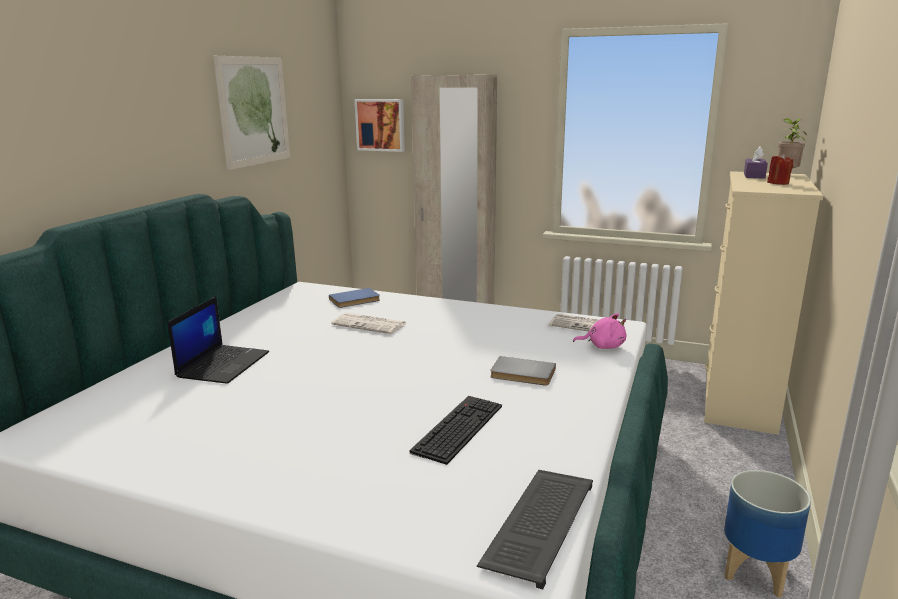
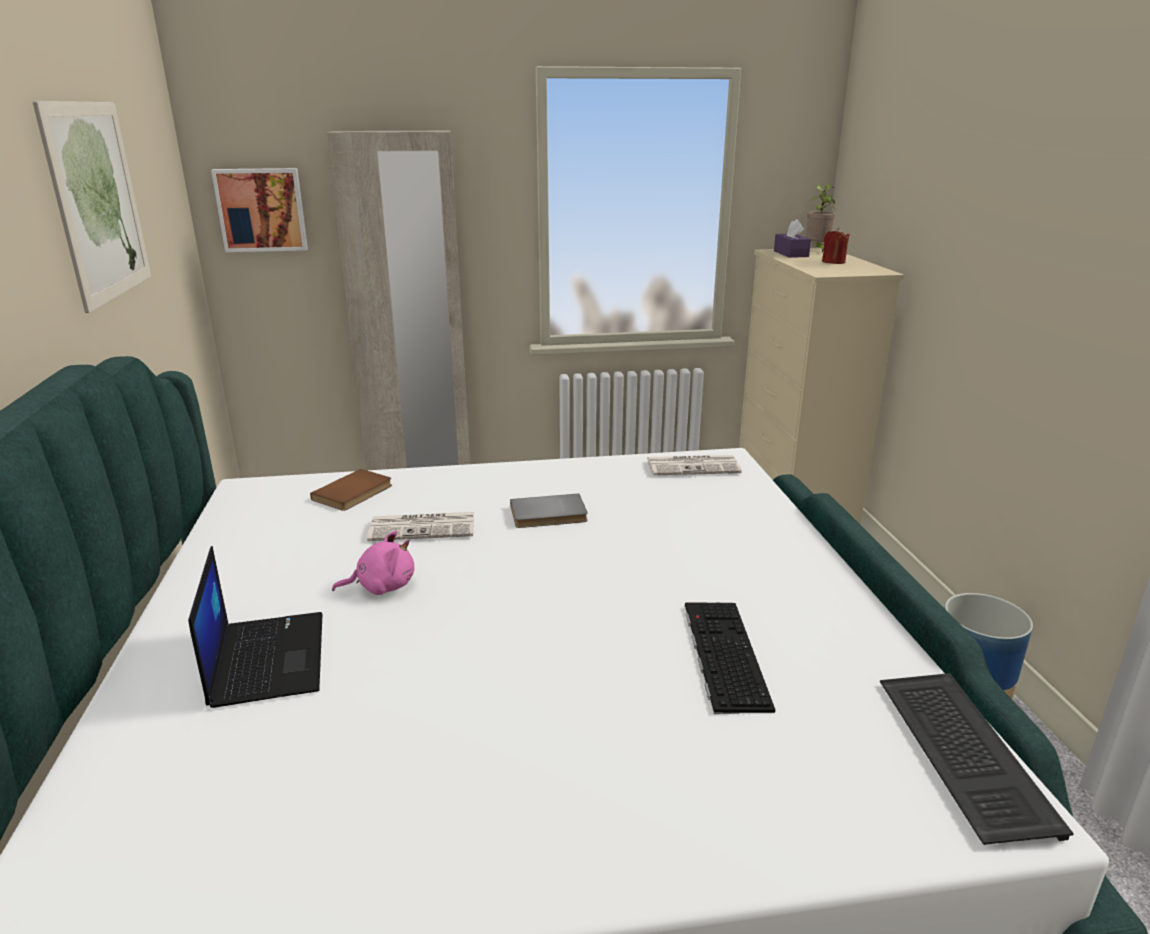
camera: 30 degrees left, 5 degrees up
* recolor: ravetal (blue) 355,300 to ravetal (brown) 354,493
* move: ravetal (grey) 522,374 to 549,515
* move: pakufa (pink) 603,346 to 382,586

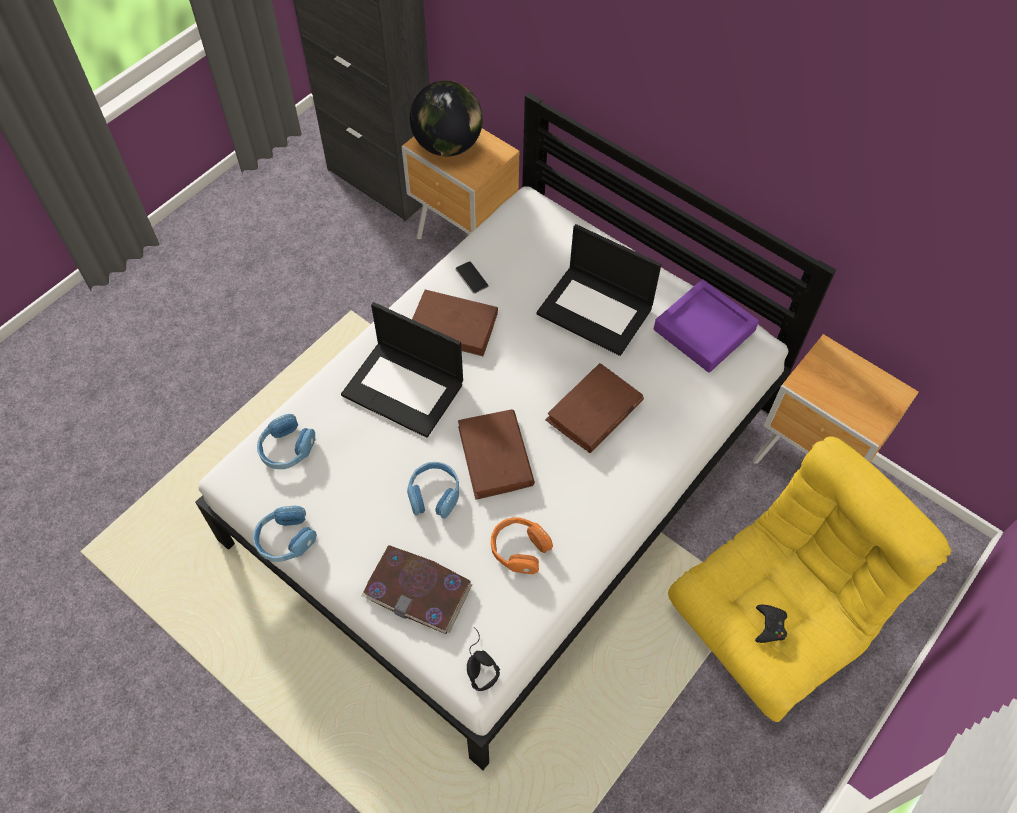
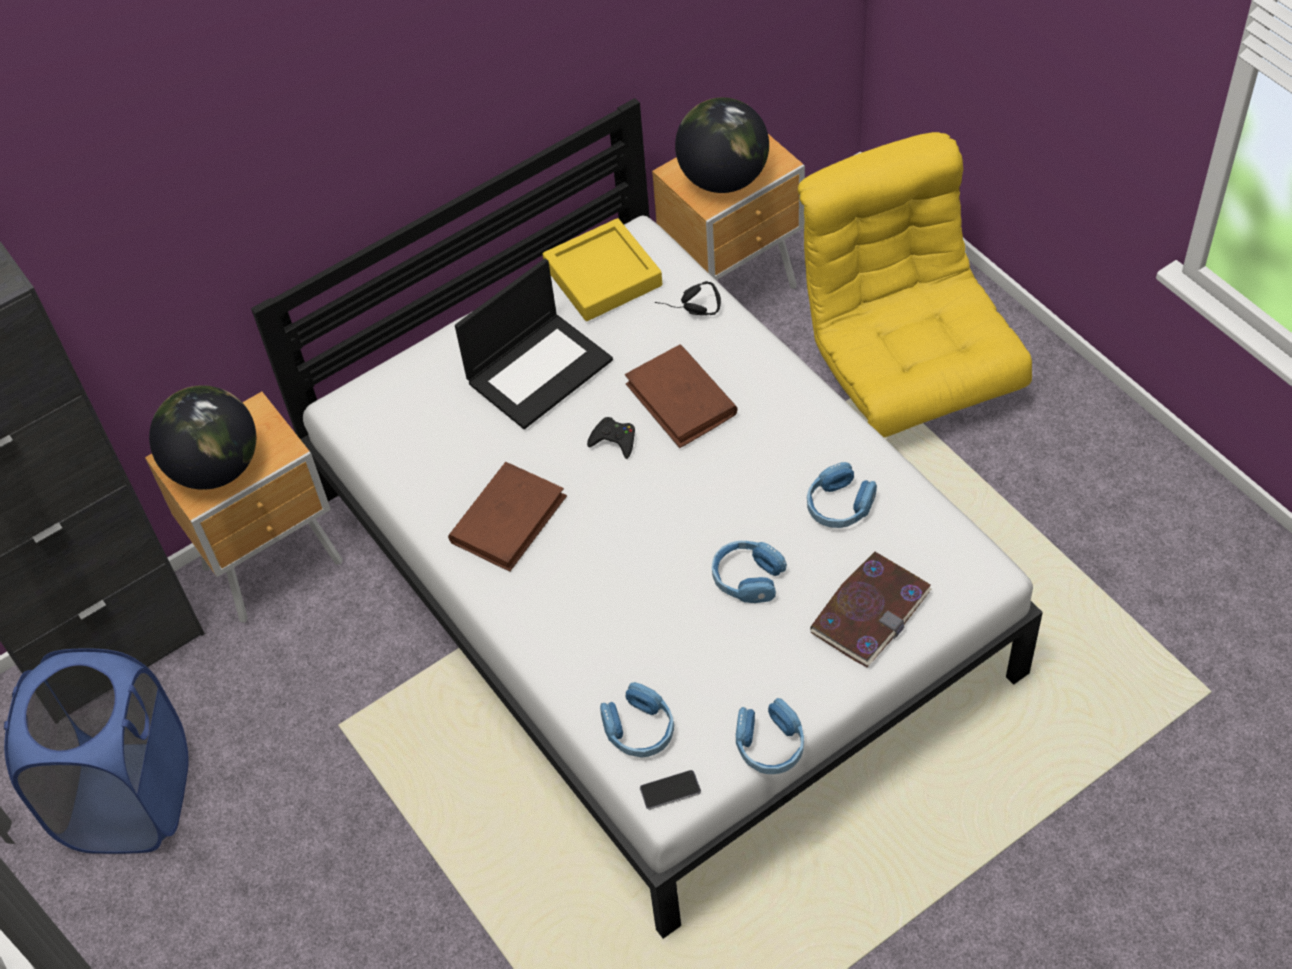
camera: 70 degrees left, 5 degrees down
* delete: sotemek 404,389
* move: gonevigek 471,278 to 670,790
* delete: ravetal (brown) 495,456
* move: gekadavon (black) 476,662 to 689,311
* recolor: gekadavon (orange) 519,549 to gekadavon (blue) 839,505
* recolor: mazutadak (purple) 704,330 to mazutadak (yellow) 603,276
* move: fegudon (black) 770,626 to 614,440
* insert: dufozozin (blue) 129,798
* insert: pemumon 723,179

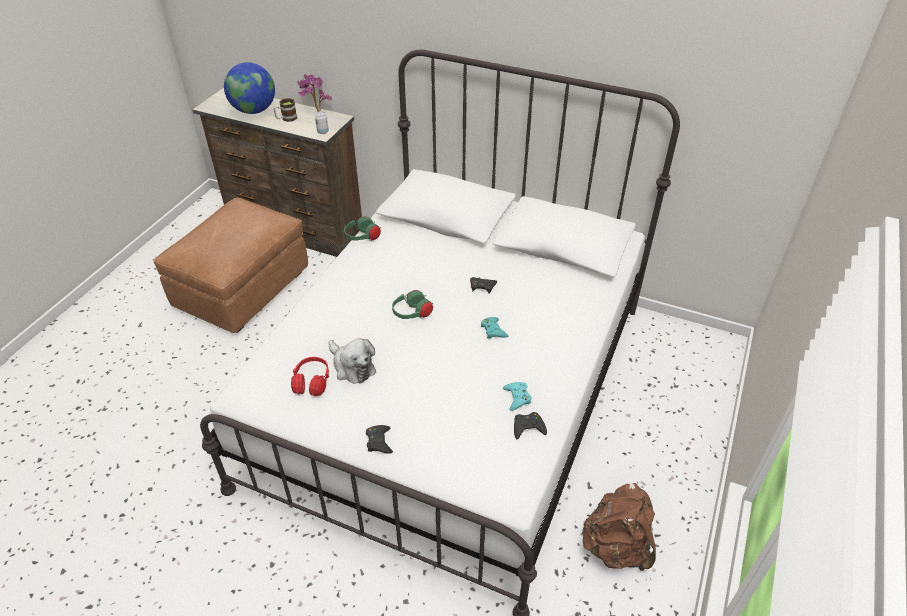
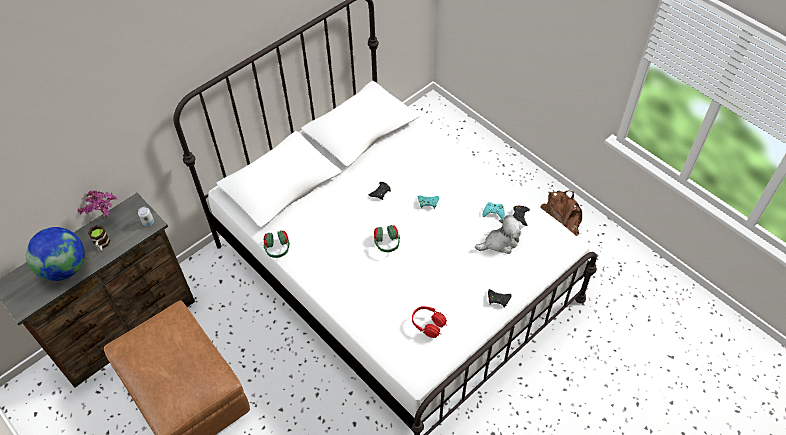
camera: 65 degrees left, 10 degrees up
* move: pakufa 352,366 to 500,242

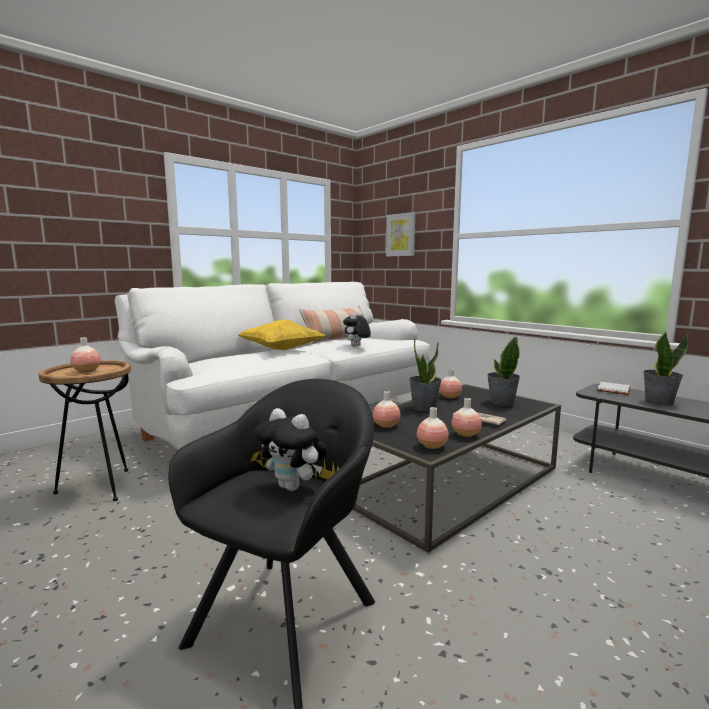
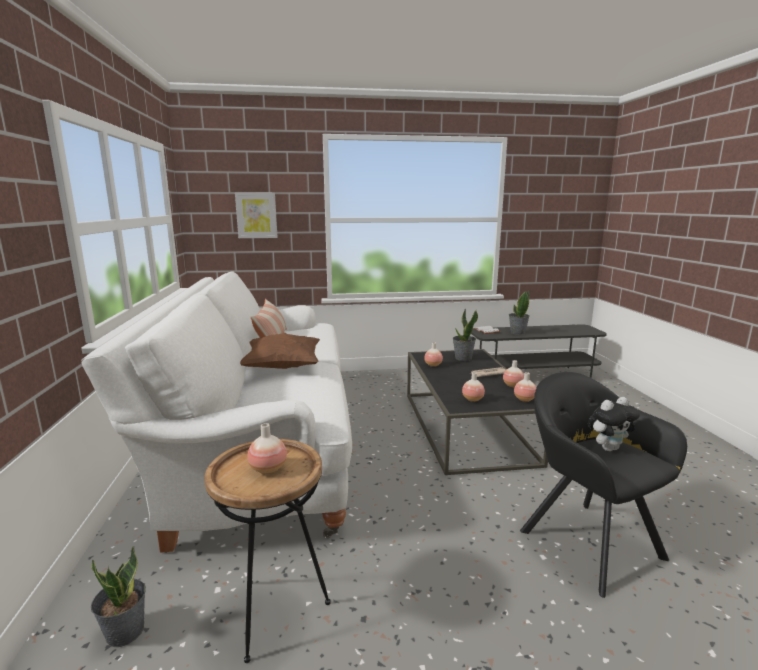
camera: 55 degrees left, 5 degrees up
* recolor: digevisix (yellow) 281,350 to digevisix (brown) 283,367
* delete: pakufa 356,346
* move: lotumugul 424,407 to 125,631

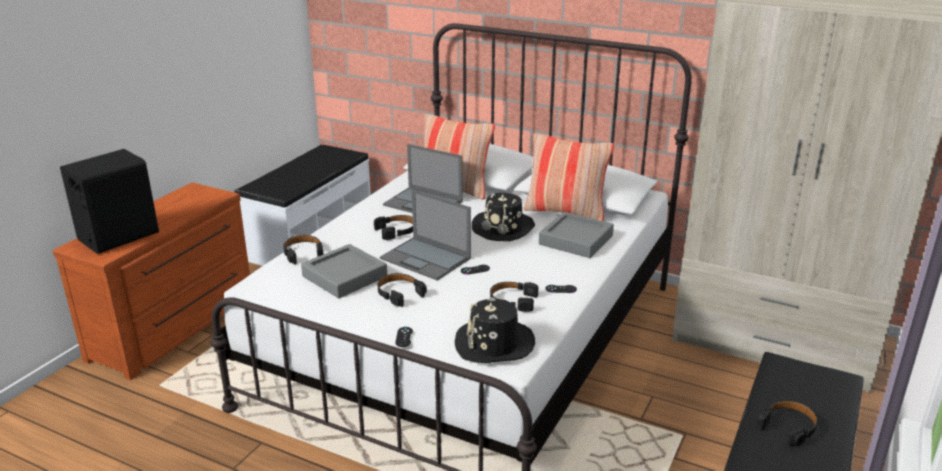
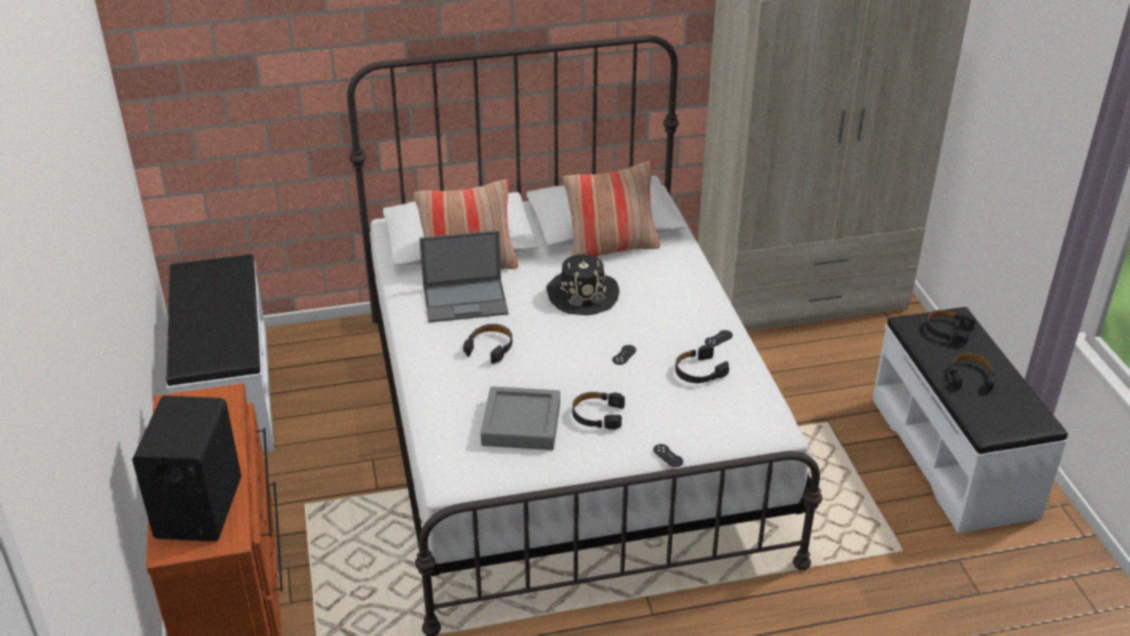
camera: 40 degrees left, 10 degrees up
* move: gekadavon (black) 303,253 to 947,330
* delete: sotemek 426,259
* delete: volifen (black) 494,344
* delete: mazutadak (grey) 576,240

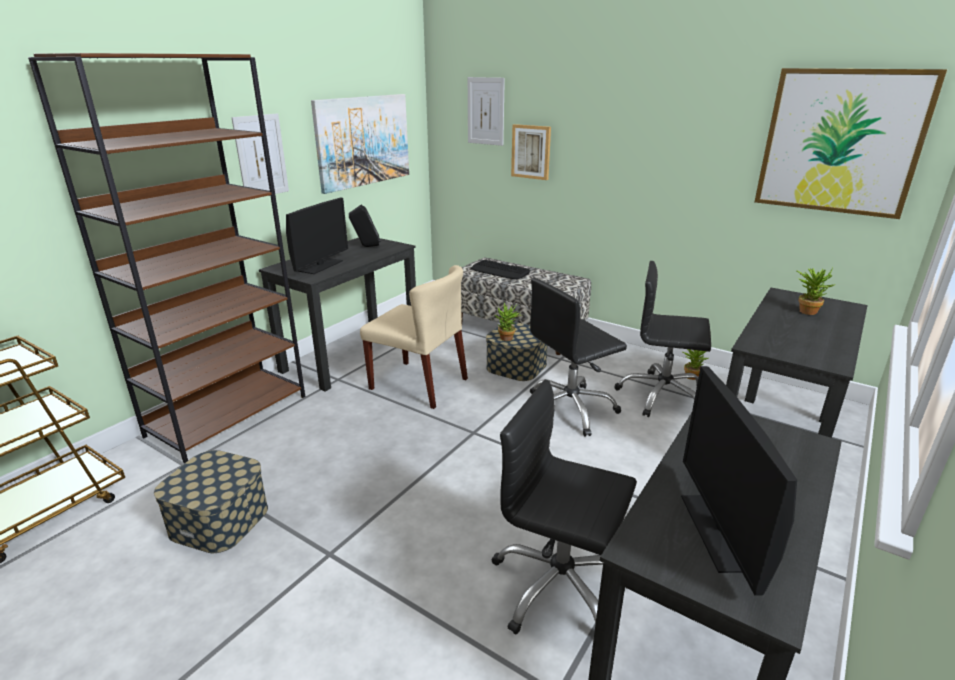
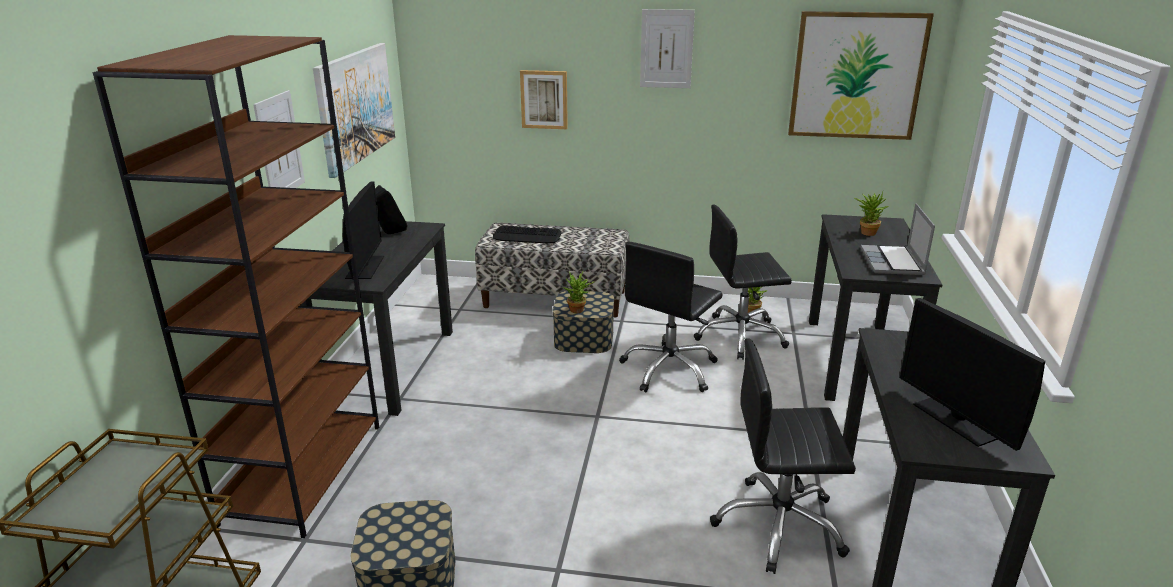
camera: 25 degrees left, 0 degrees up
* delete: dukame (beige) 419,384
* move: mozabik 485,111 to 666,49
* insert: sotemek 893,262

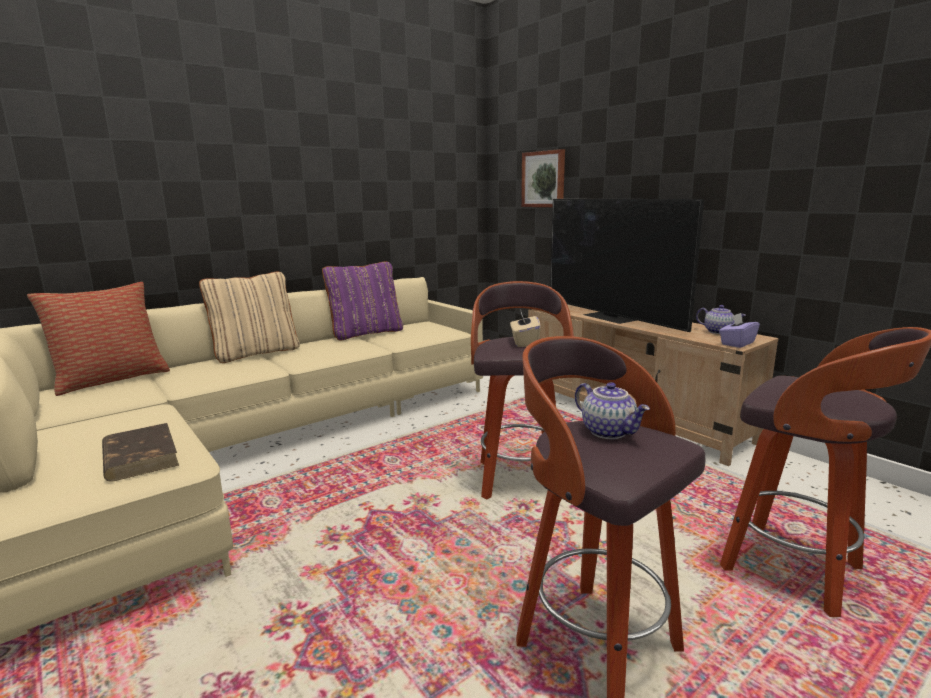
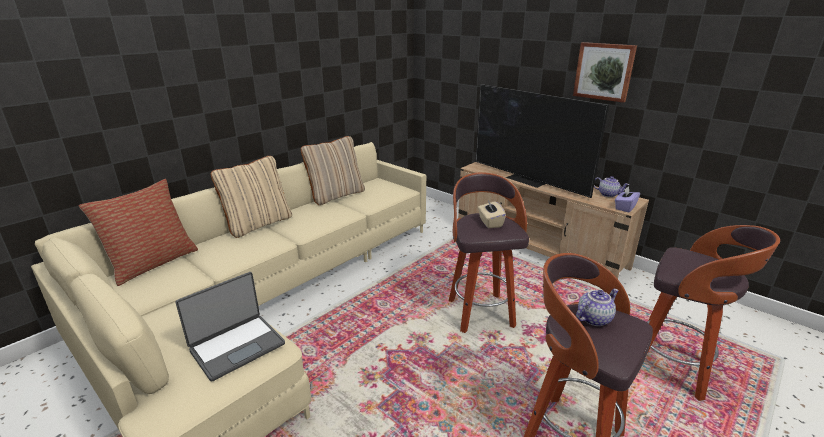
camera: 10 degrees left, 10 degrees up
* replace: ravetal (brown) 140,456 to sotemek 237,346
* recolor: digevisix (purple) 366,333 to digevisix (beige) 336,195
* move: mozabik 544,179 to 604,71
* rotate: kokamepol 609,432 = 593,318 75 degrees counterclockwise

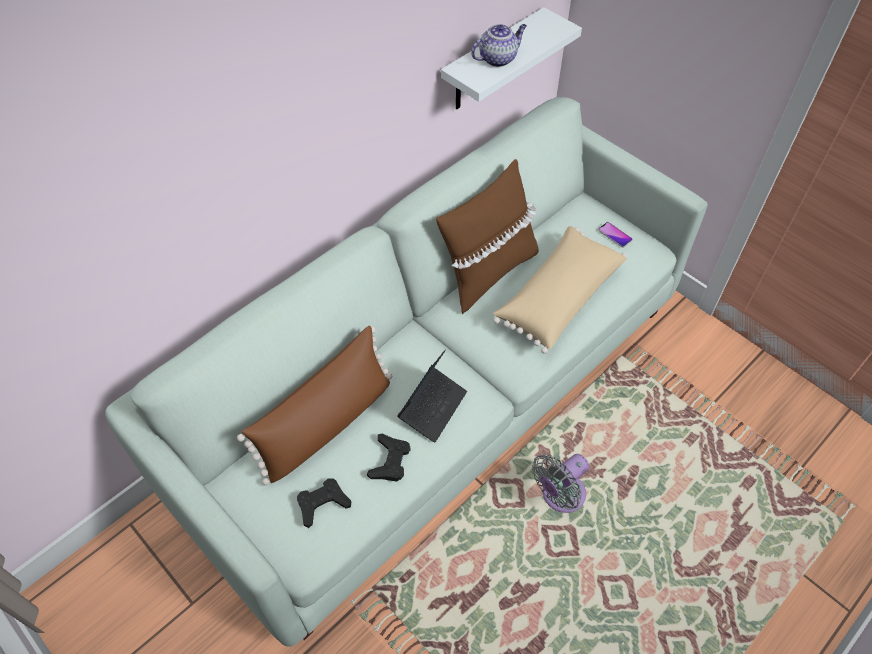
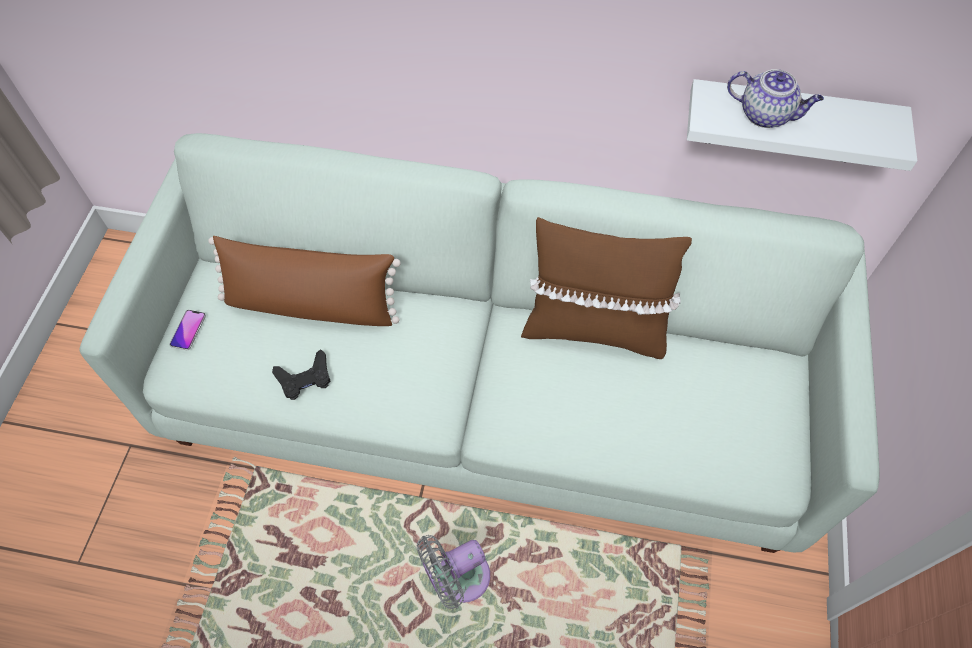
camera: 55 degrees right, 5 degrees up
* delete: fegudon (black) 322,503
* delete: sotemek 433,407
* delete: digevisix (beige) 557,297
* rotate: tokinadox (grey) 559,496 = 457,578 45 degrees counterclockwise
* move: gonevigek 614,235 to 188,330

